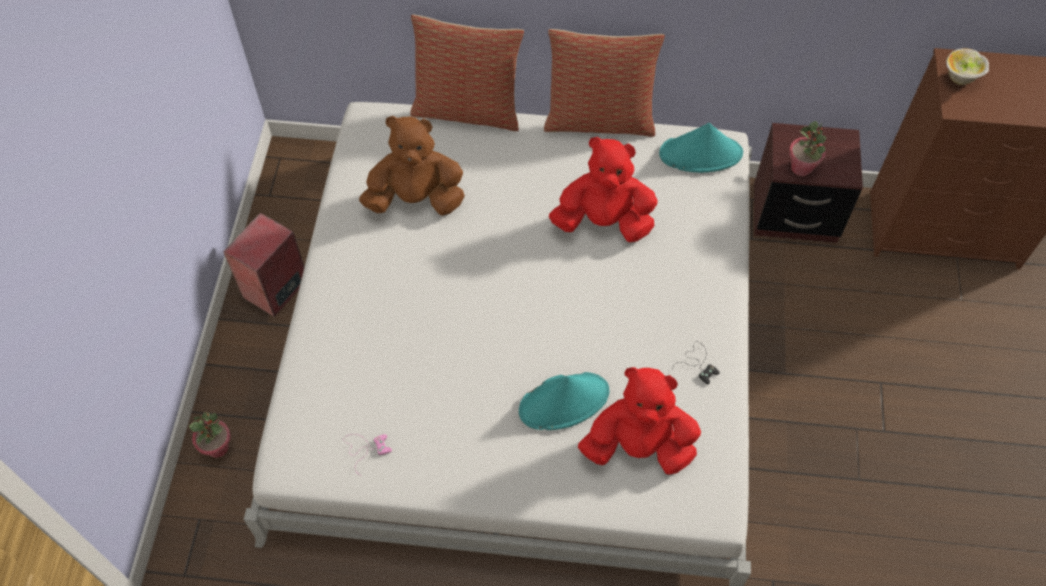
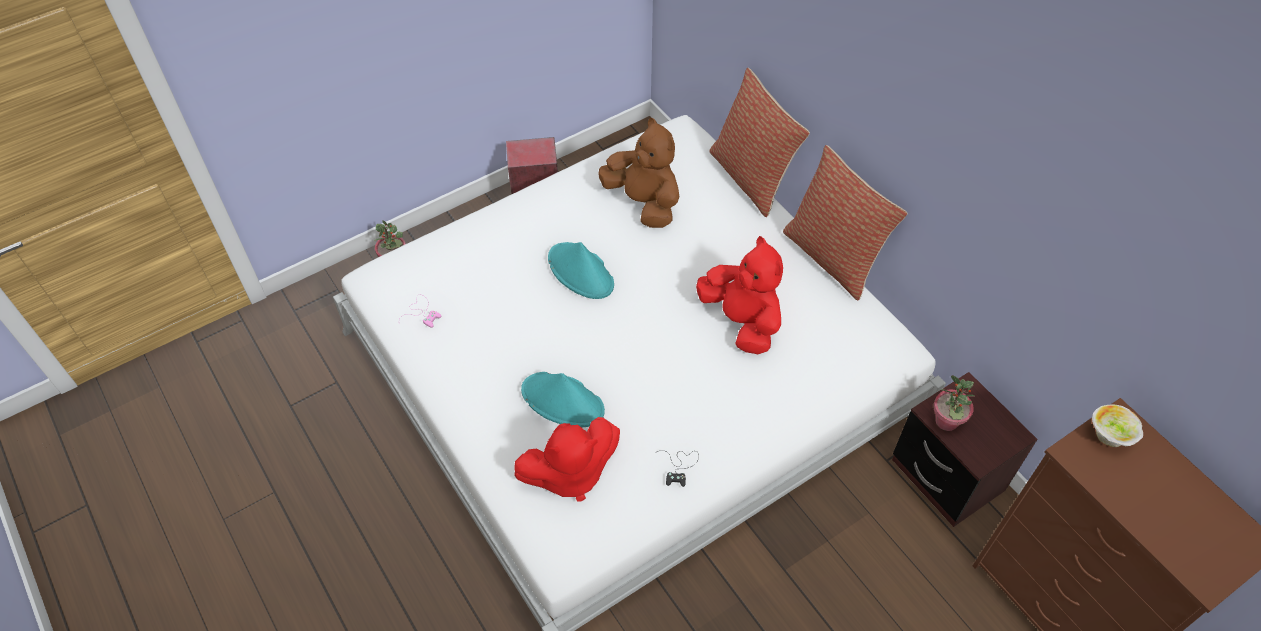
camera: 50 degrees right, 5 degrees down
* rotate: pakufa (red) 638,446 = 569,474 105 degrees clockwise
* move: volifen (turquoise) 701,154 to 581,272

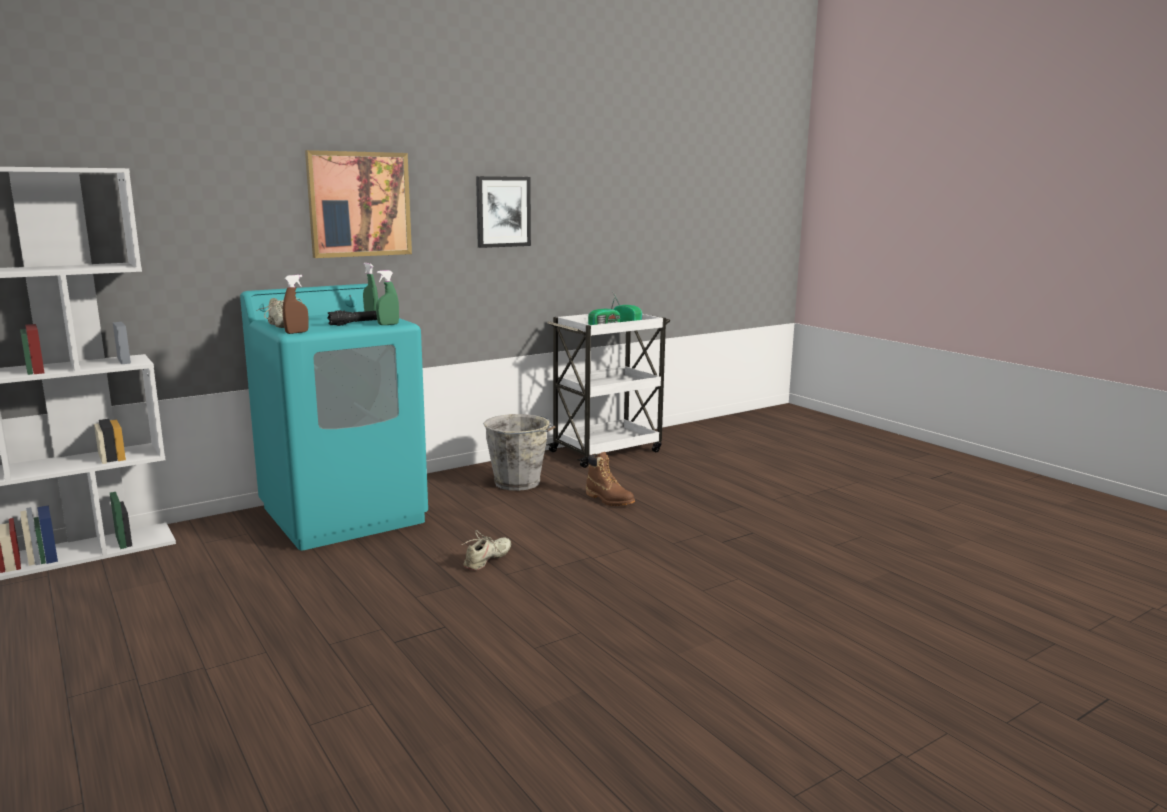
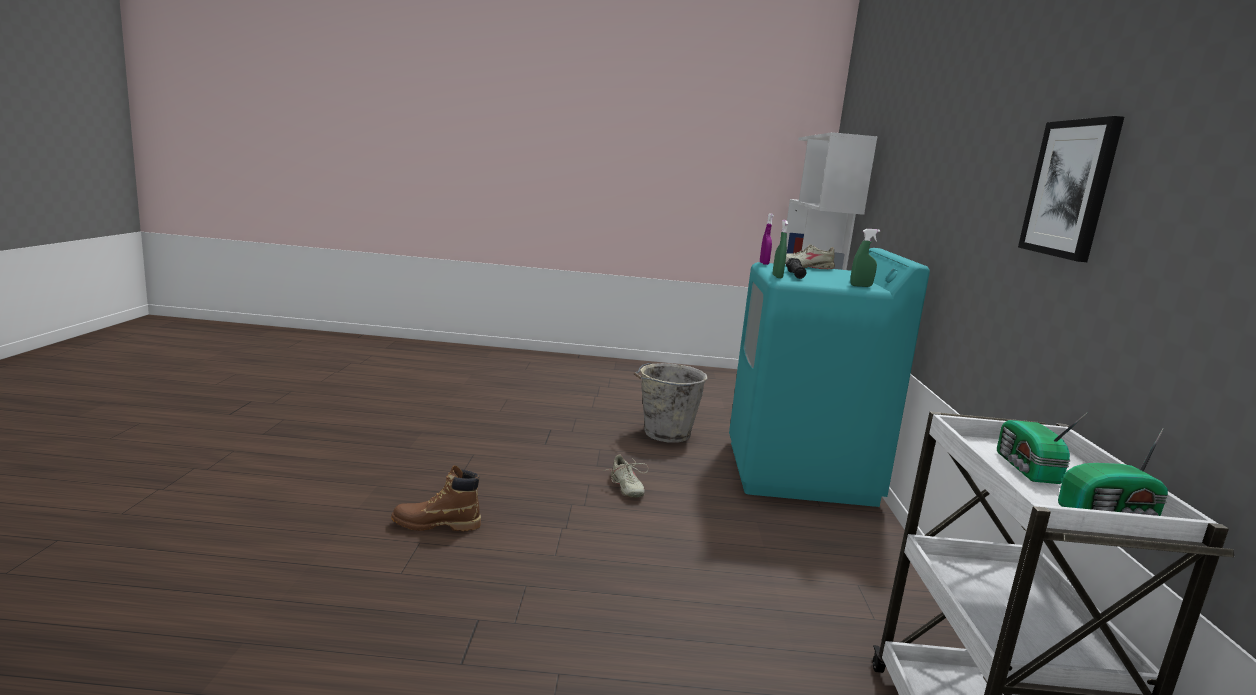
camera: 125 degrees right, 0 degrees up
* recolor: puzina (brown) 297,332 to puzina (purple) 764,263
* delete: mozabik 359,204
* move: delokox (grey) 519,483 to 665,434
* move: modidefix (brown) 609,500 to 436,525

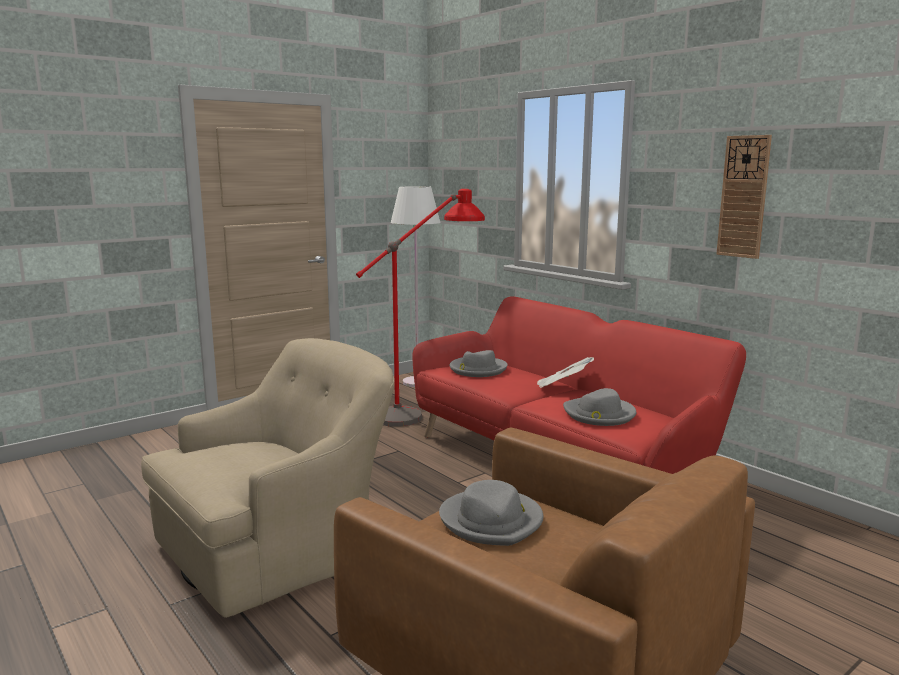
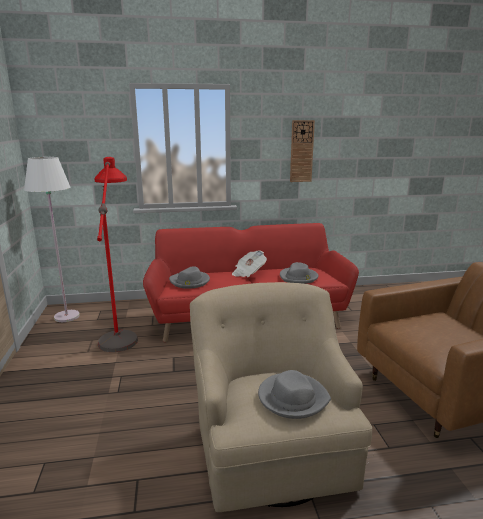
camera: 60 degrees left, 5 degrees up
* move: volifen (grey) 492,521 to 292,398

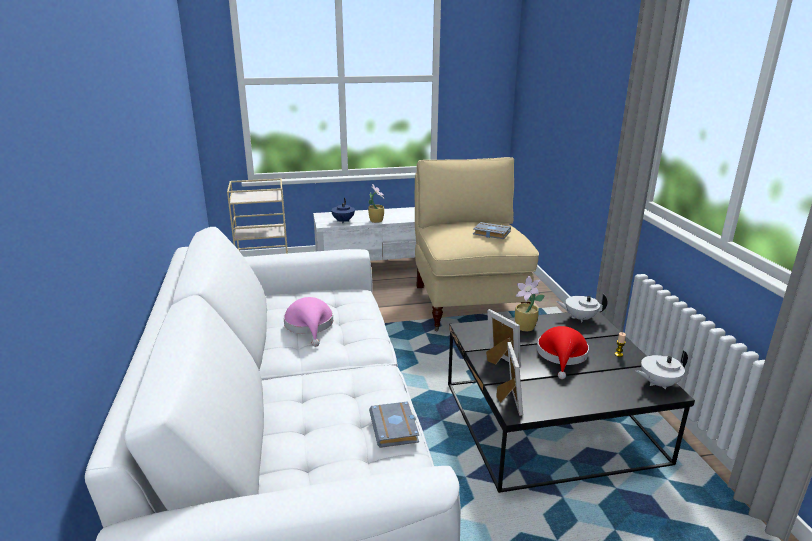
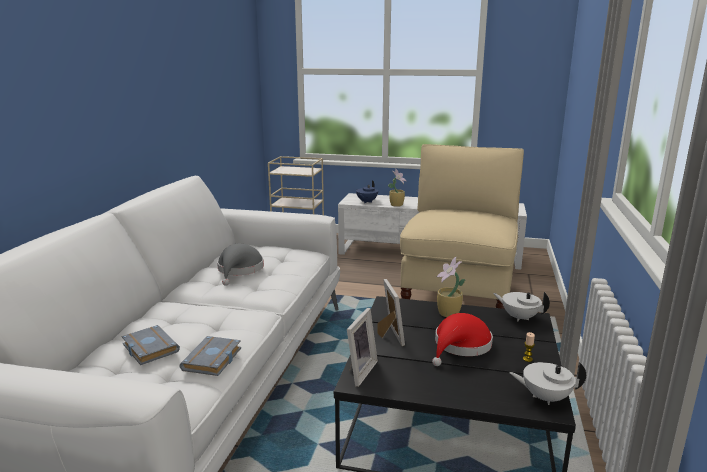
camera: 25 degrees right, 5 degrees down
* recolor: volifen (pink) 310,326 to volifen (grey) 239,270
* move: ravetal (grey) 490,233 to 148,348

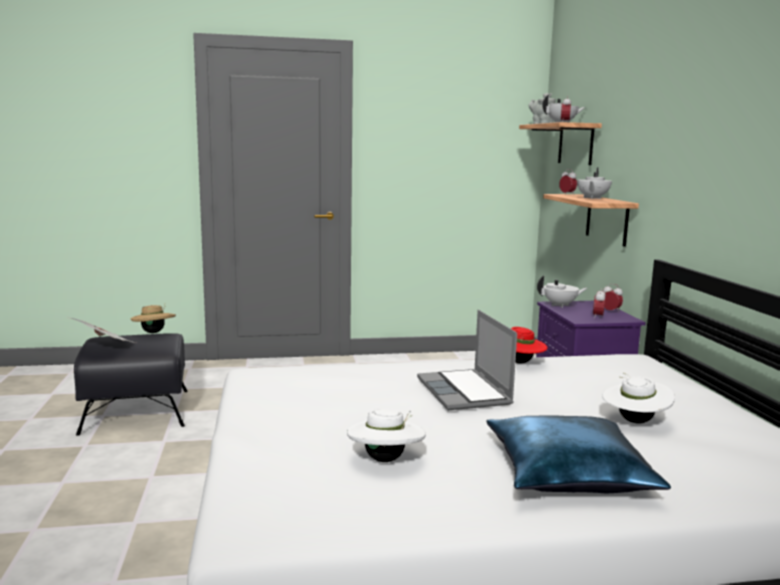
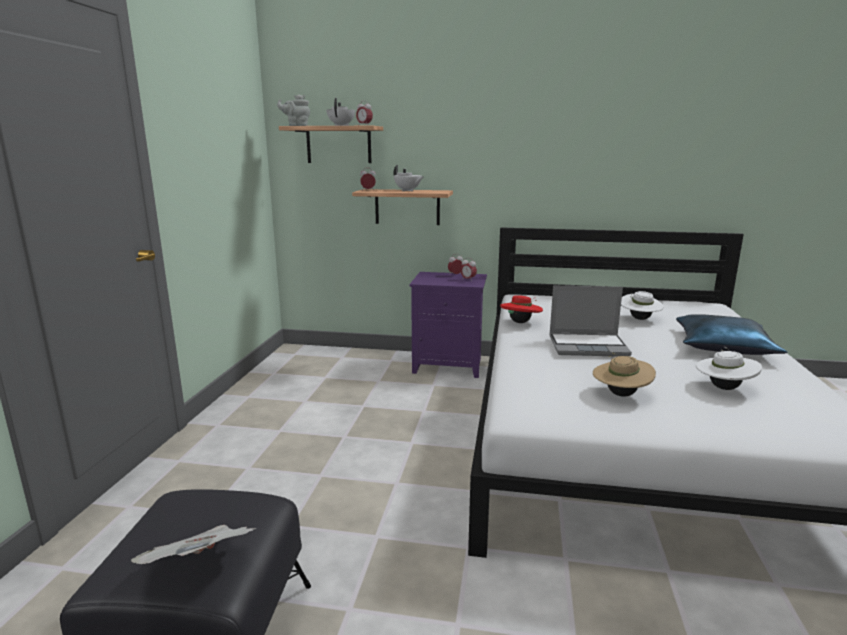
camera: 70 degrees left, 5 degrees up
* move: volifen (beige) 154,332 to 620,394
* delete: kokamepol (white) 560,305

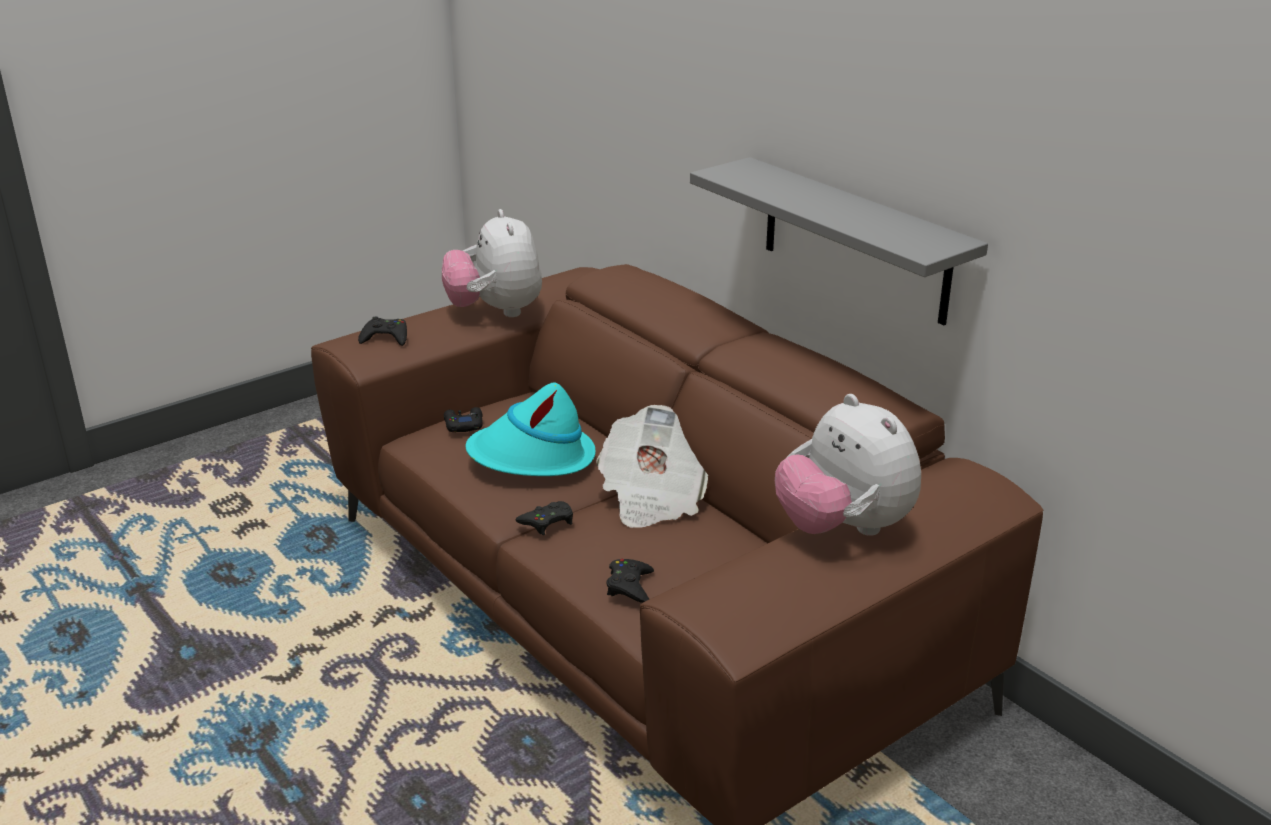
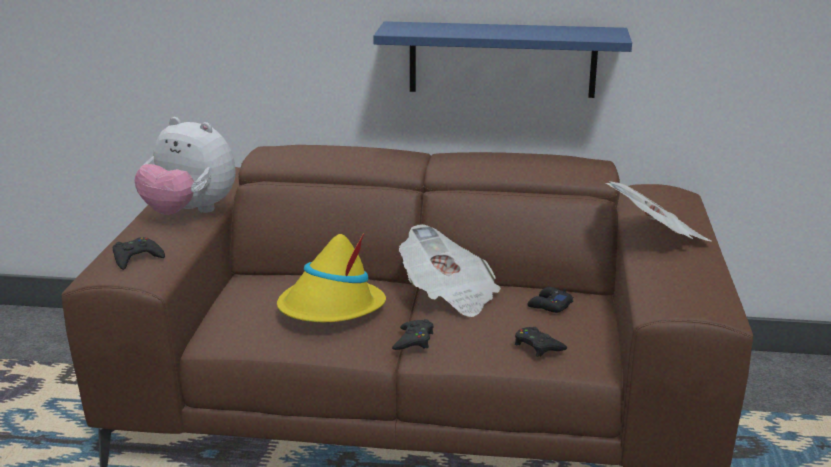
camera: 45 degrees left, 5 degrees down
* move: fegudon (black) 463,425 to 549,305
* recolor: volifen (turquoise) 532,458 to volifen (yellow) 331,309
* recolor: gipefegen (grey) 855,240 to gipefegen (blue) 502,59
* replace: pakufa 843,528 to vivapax 655,238

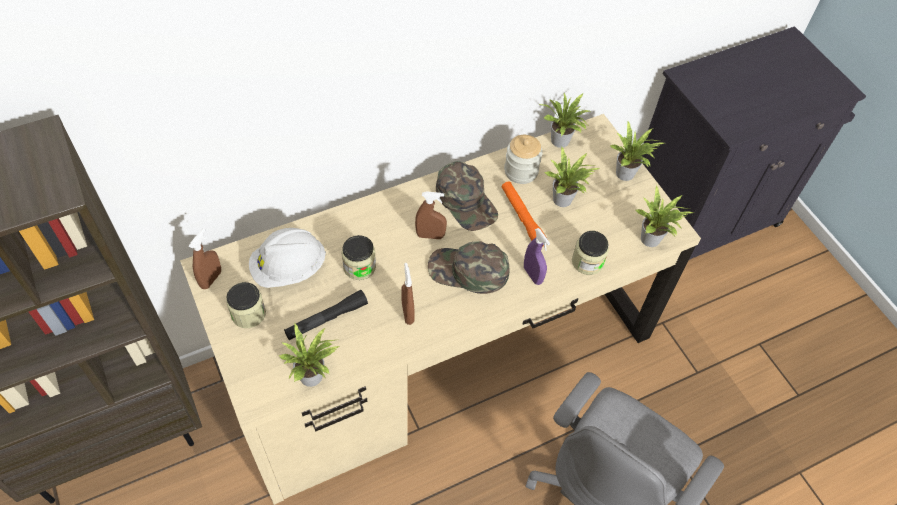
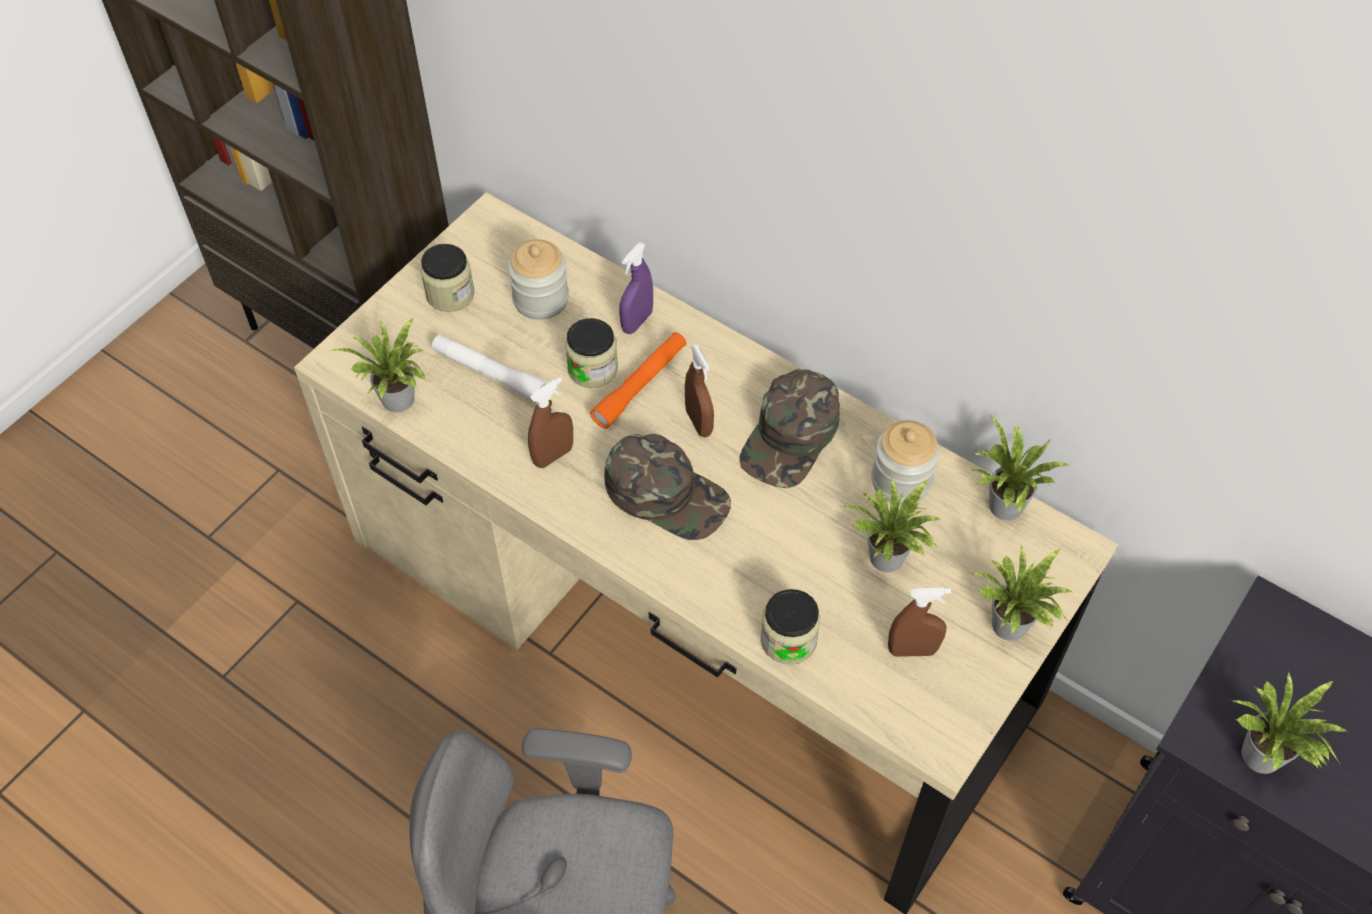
camera: 65 degrees right, 0 degrees up
* move: puzina (brown) 211,279 to 912,650
* replace: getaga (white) 289,269 to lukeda 541,299
* recolor: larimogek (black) 326,319 to larimogek (white) 490,374
* rotate: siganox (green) 468,271 = 667,494 135 degrees clockwise
* move: larimogek (orange) 522,218 to 640,385
* move: puzina (purple) 532,275 to 637,321
* move: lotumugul 652,240 to 1262,760

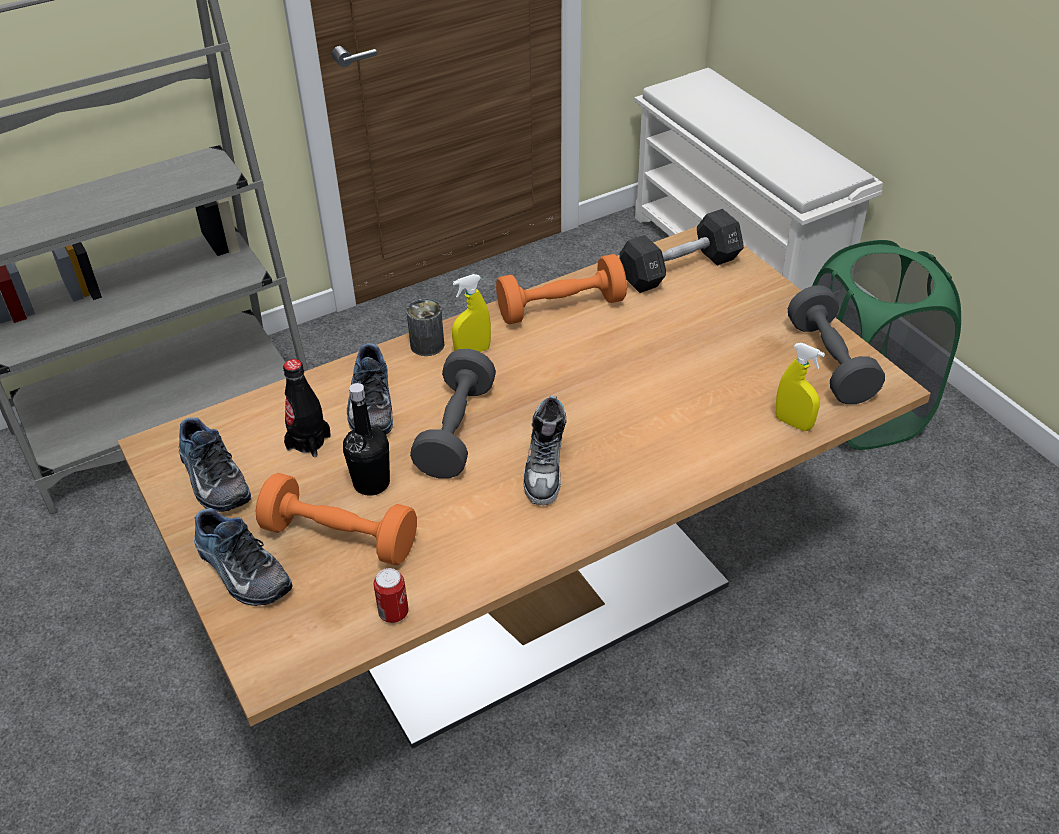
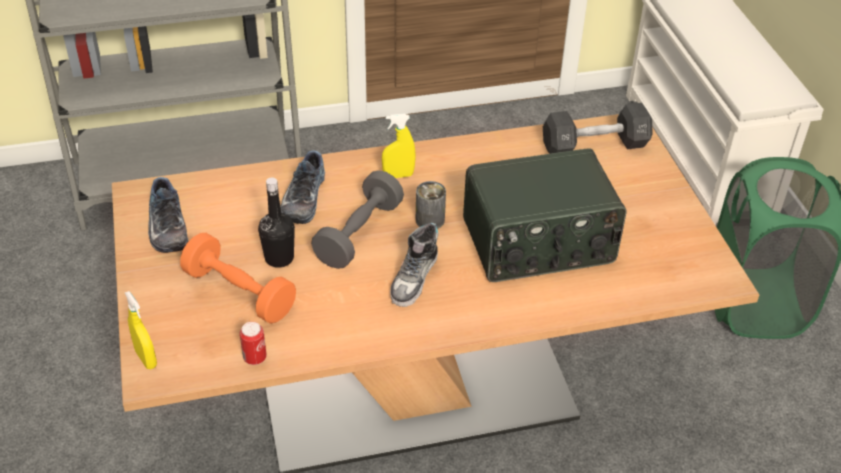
camera: 15 degrees right, 0 degrees up
* delete: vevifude 240,571
* delete: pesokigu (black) 308,442
* move: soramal 427,345 to 430,220
* delete: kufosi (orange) 561,308
* move: puzina (yellow) 793,423 to 146,359
* delete: kufosi (grey) 830,362
* insert: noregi 539,244

